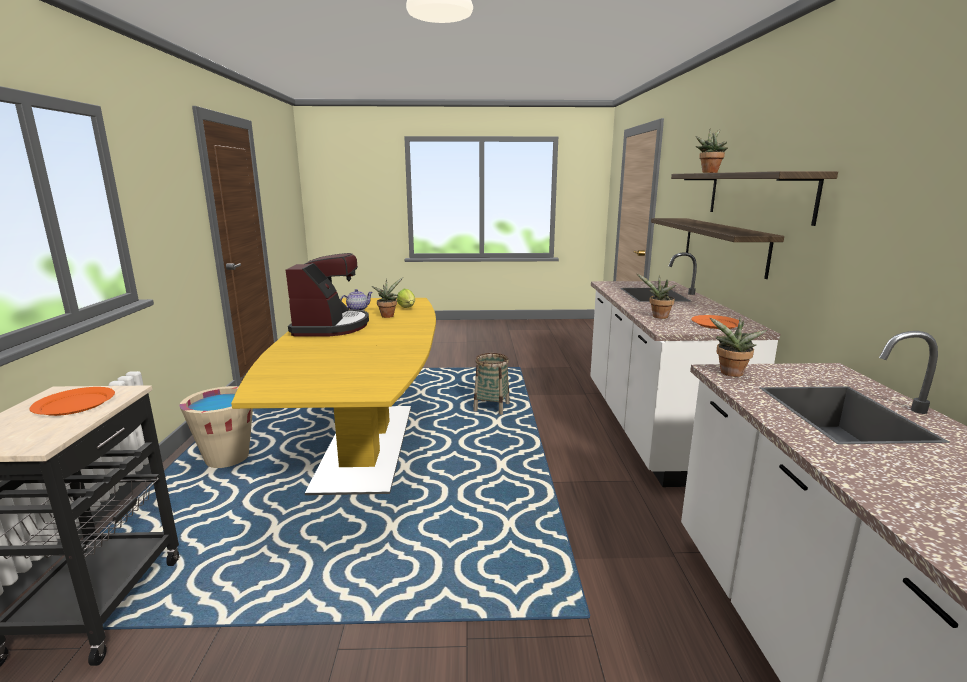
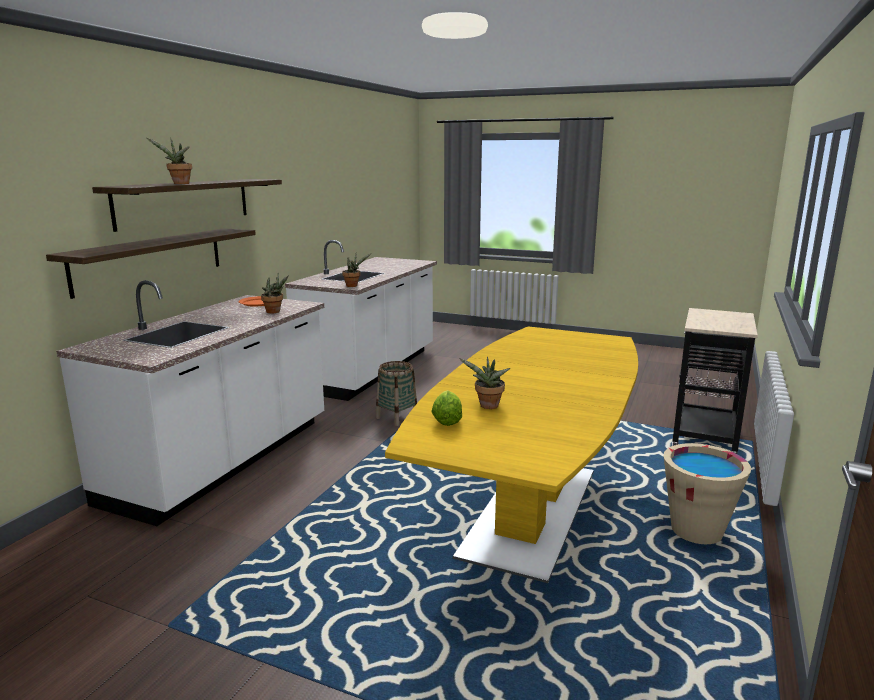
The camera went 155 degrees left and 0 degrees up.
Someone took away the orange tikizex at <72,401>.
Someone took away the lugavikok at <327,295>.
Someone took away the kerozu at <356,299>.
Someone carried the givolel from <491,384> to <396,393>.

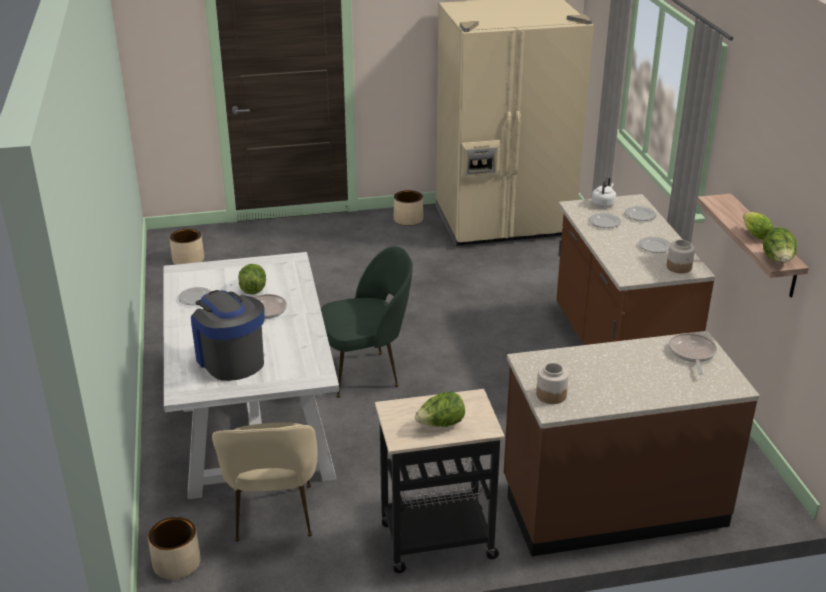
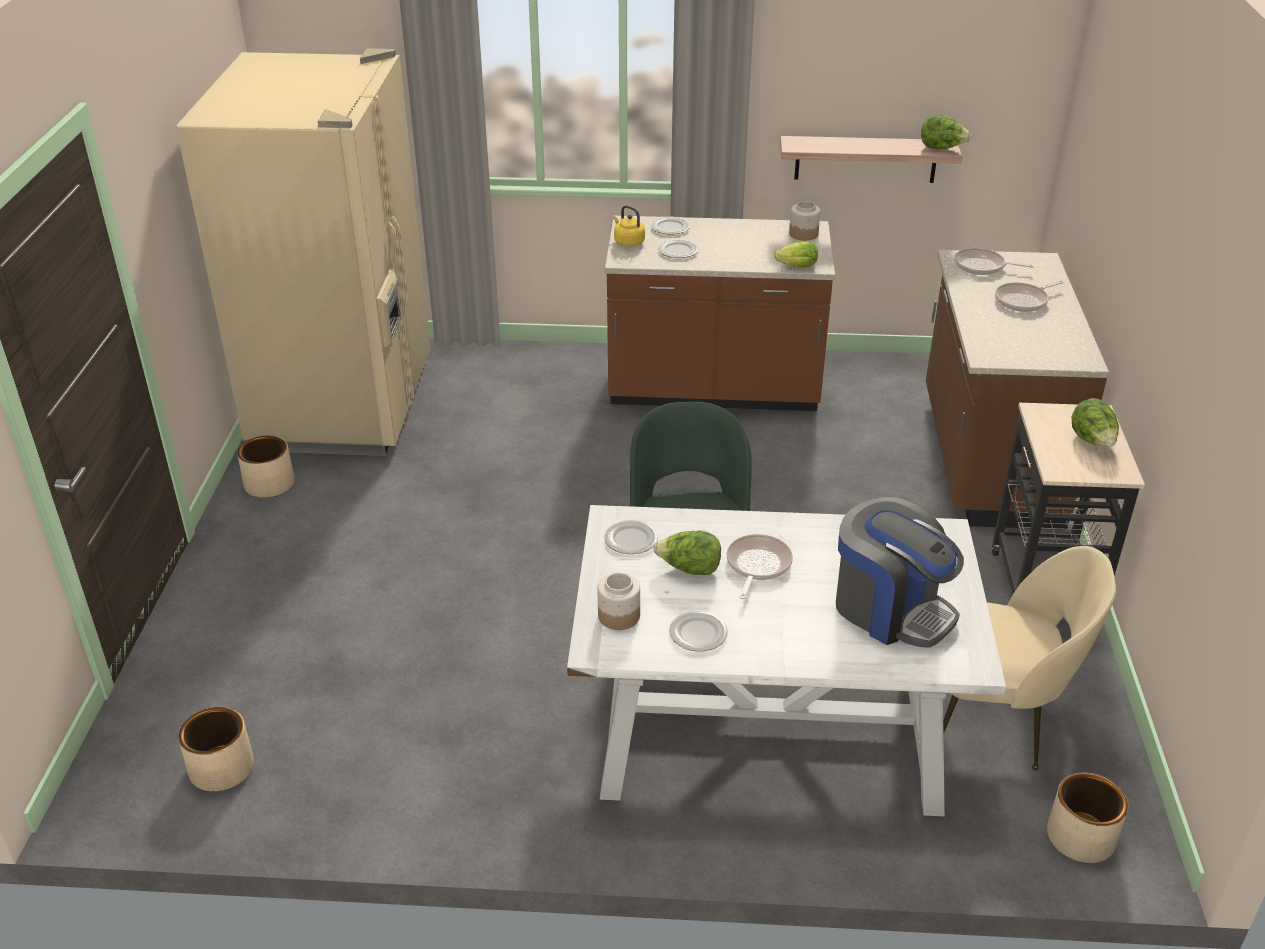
The camera went 75 degrees left and 5 degrees up.
Someone put down the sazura at <1029,296>.
Someone carried the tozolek from <552,383> to <619,601>.
Someone carried the tikizex from <654,245> to <631,537>.
Someone carried the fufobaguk from <758,225> to <796,254>.
Someone repainted the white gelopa at <604,192>, which became the yellow gelopa at <629,226>.
Someone rotated the lugavikok at <228,335> by 120 degrees counterclockwise.

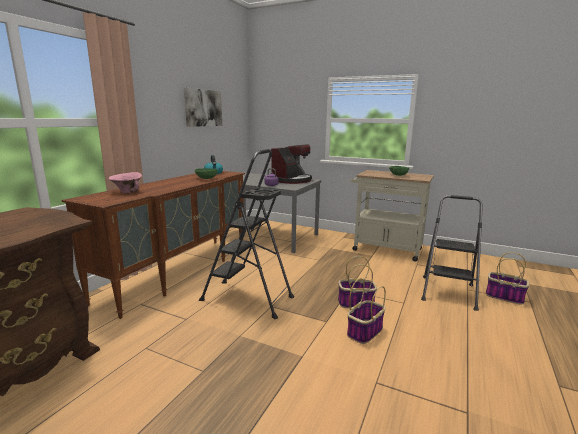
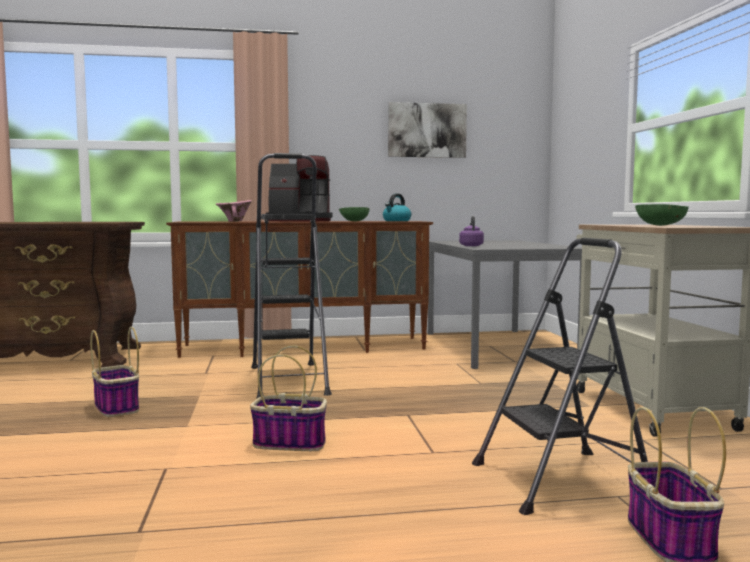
The camera went 55 degrees right and 10 degrees down.
Someone carried the lugavikok from <291,164> to <299,188>.
Someone carried the givolel from <357,282> to <114,372>.

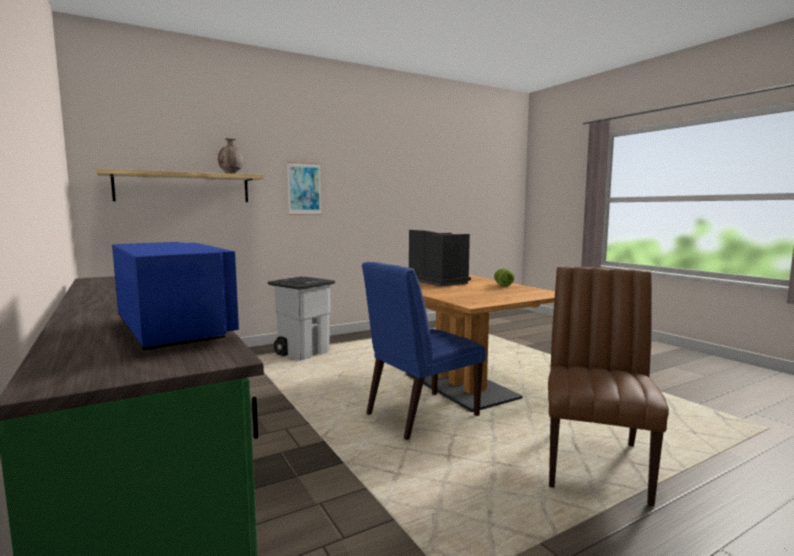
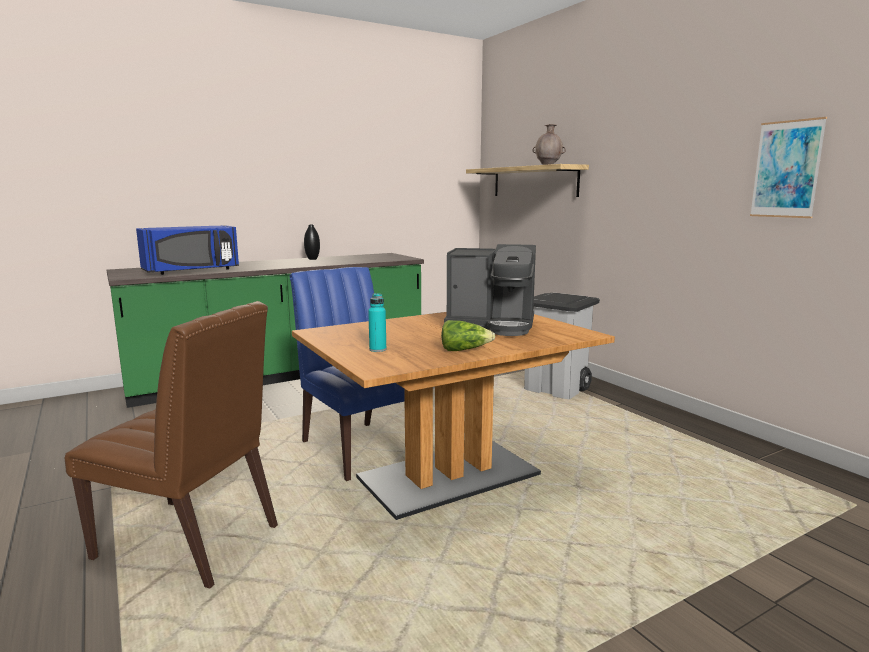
The camera went 90 degrees right and 5 degrees up.
Someone put down the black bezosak at <312,242>.
Someone put down the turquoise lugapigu at <377,322>.
Someone carried the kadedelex from <304,188> to <788,167>.
Someone rotated the lugavikok at <440,258> by 45 degrees clockwise.

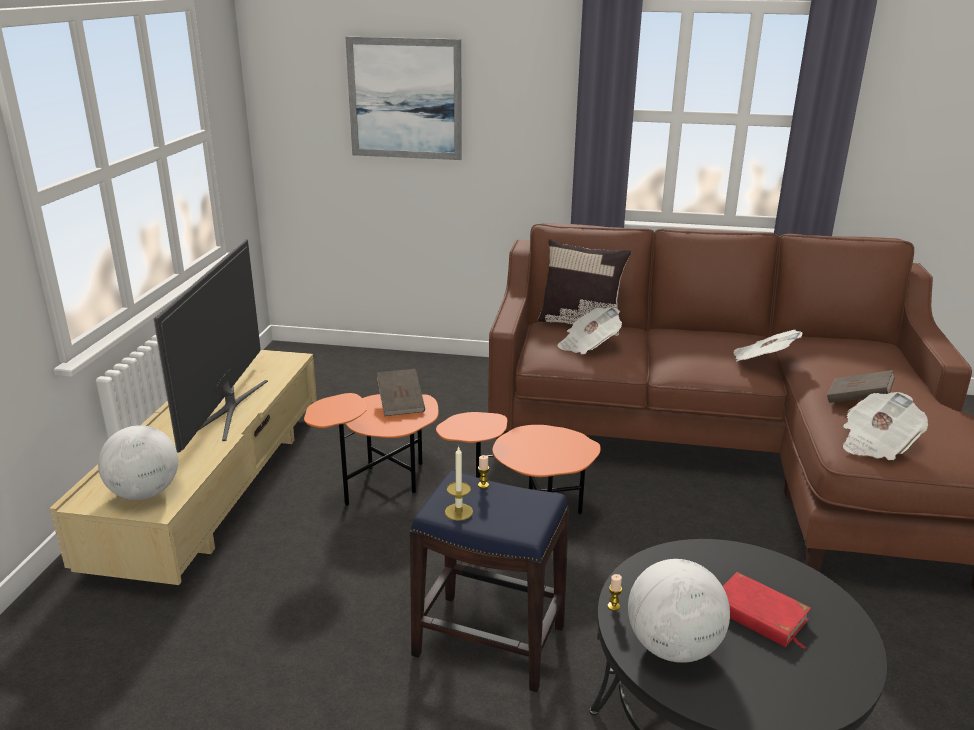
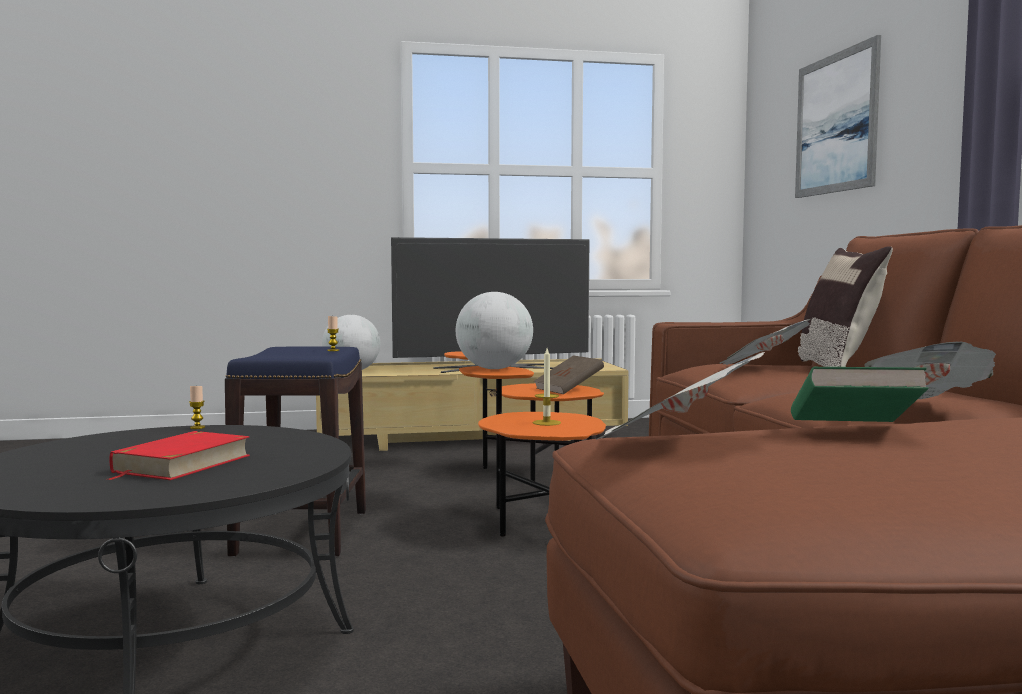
The camera went 70 degrees right and 20 degrees down.
Someone carried the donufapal from <459,483> to <547,387>.
Someone carried the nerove from <679,611> to <494,330>.
Someone repainted the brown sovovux at <861,386>, which became the green sovovux at <860,394>.

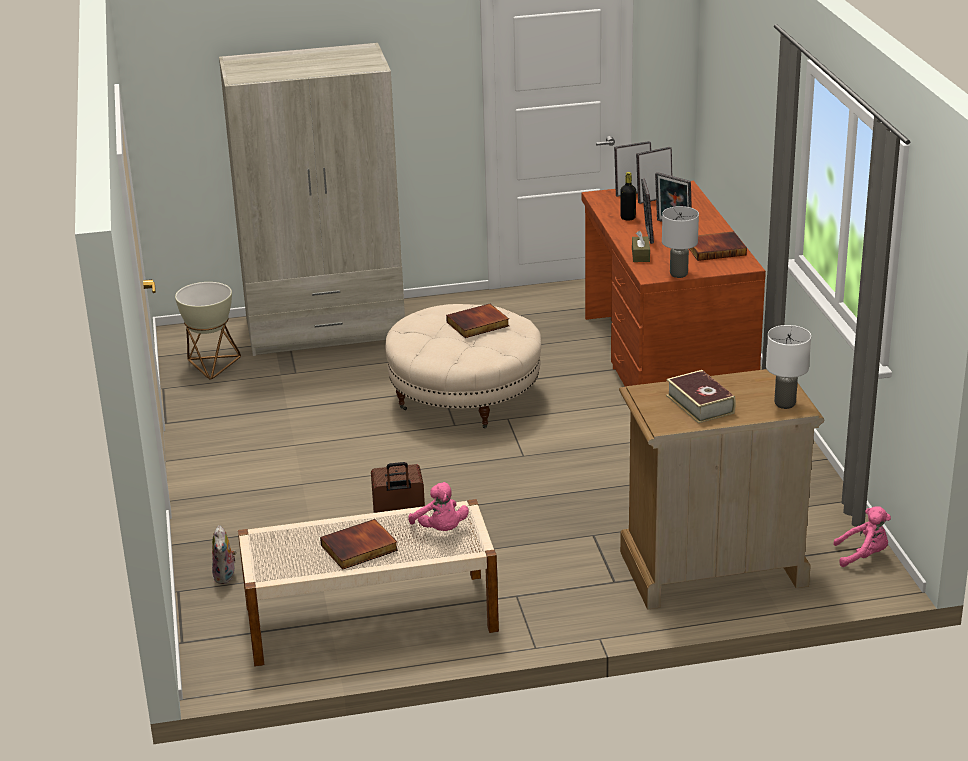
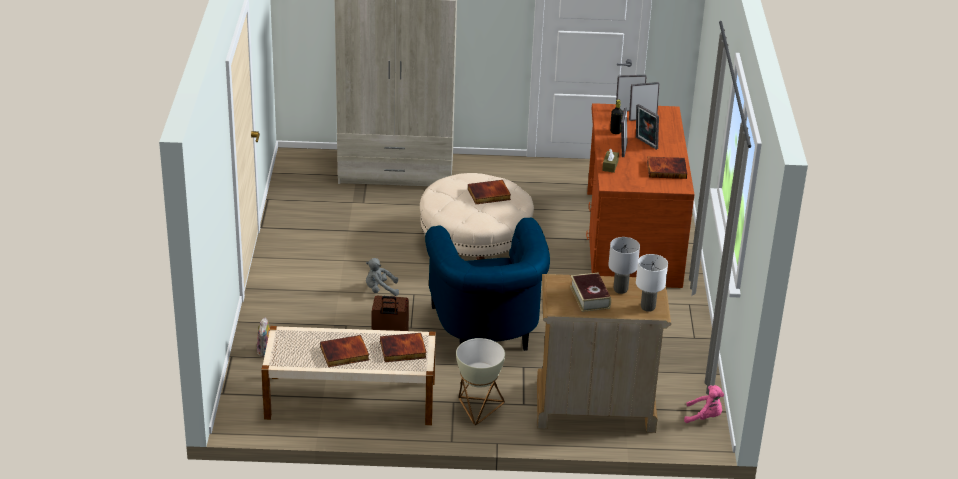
The camera went 10 degrees right and 5 degrees up.
Someone put down the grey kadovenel at <382,277>.
Someone put down the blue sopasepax at <487,284>.
Someone carried the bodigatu from <208,331> to <480,381>.
Someone carried the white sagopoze from <680,242> to <624,265>.
Someone swapped the pink kadovenel at <438,506> for the sovovux at <403,347>.

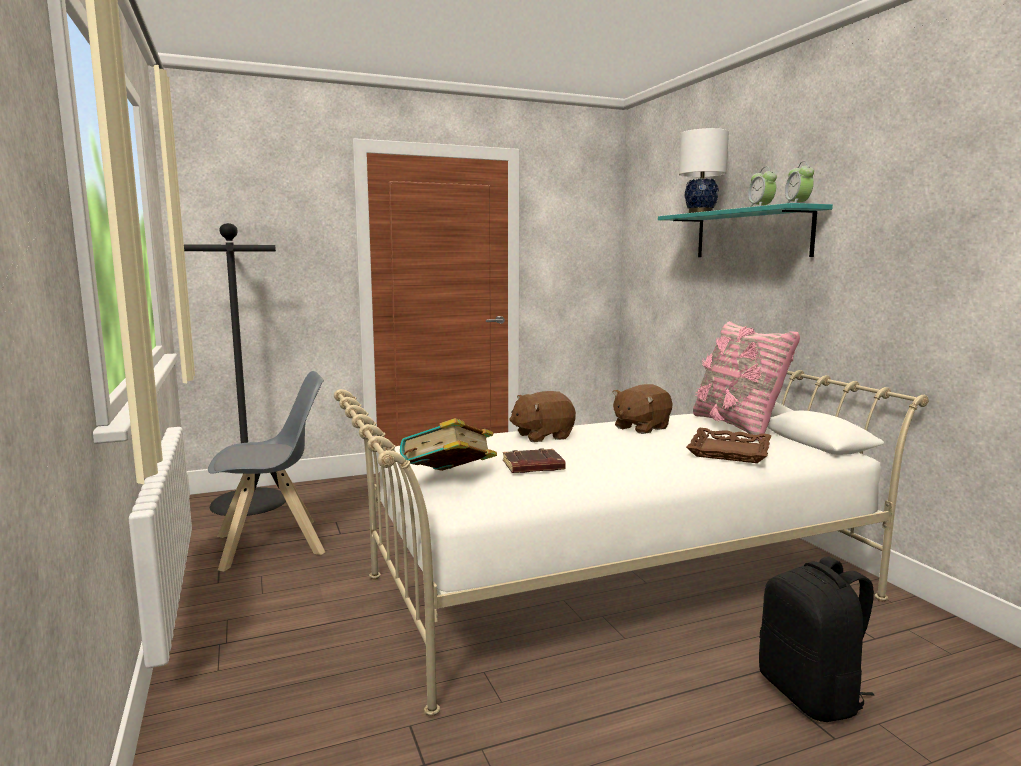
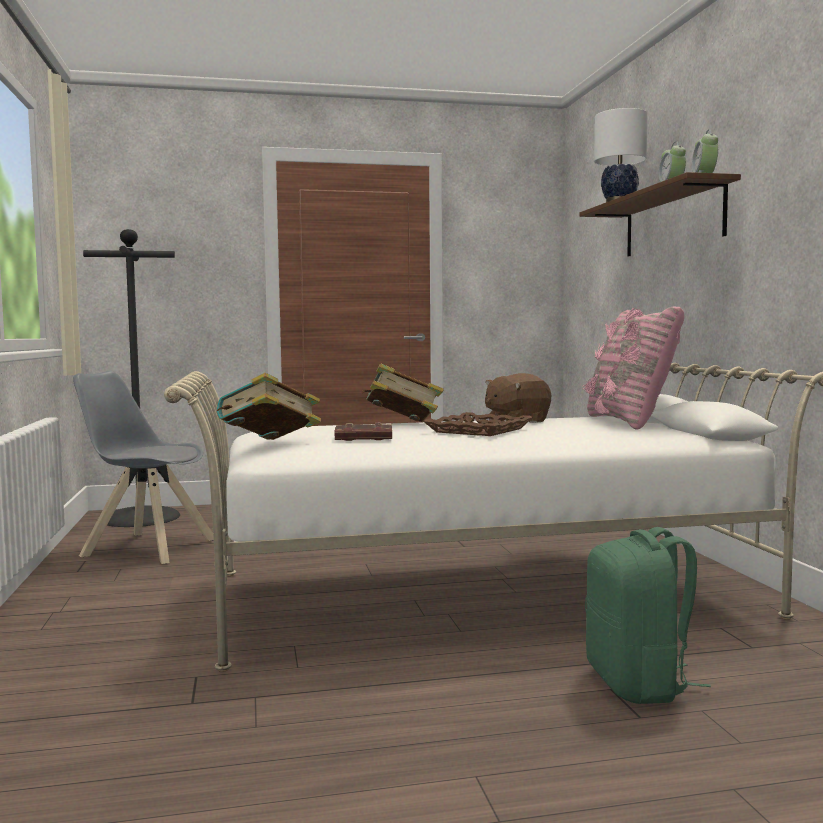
The camera went 10 degrees right and 5 degrees down.
Someone carried the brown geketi from <728,445> to <478,424>.
Someone swapped the brown kadovenel at <542,416> for the sovovux at <402,393>.
Someone repainted the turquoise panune at <745,230>, which became the brown panune at <660,214>.
Someone repainted the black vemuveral at <816,639>, which became the green vemuveral at <648,615>.
Someone rotated the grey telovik at <266,471> by 150 degrees counterclockwise.

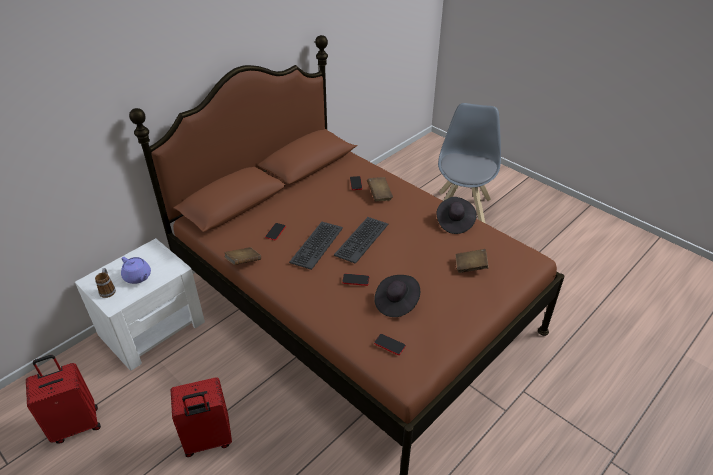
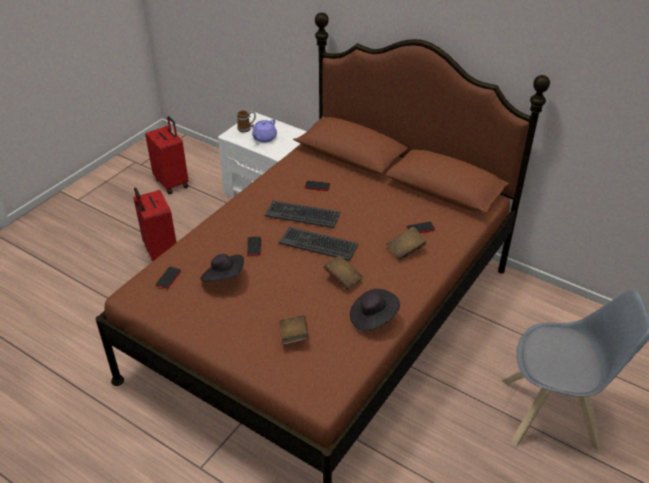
The camera went 80 degrees right and 0 degrees up.
Someone carried the brown sovovux from <242,256> to <343,272>.

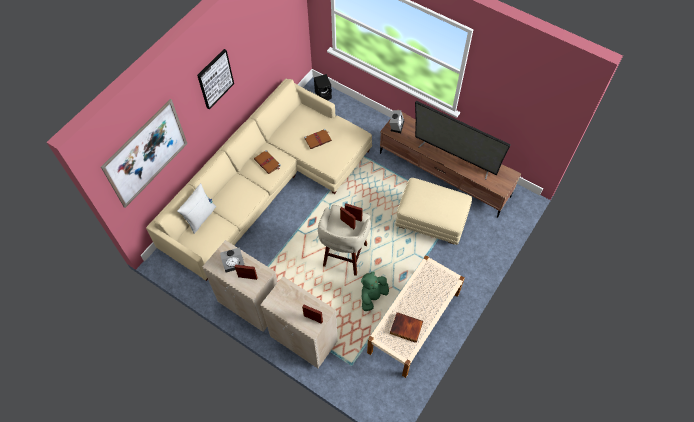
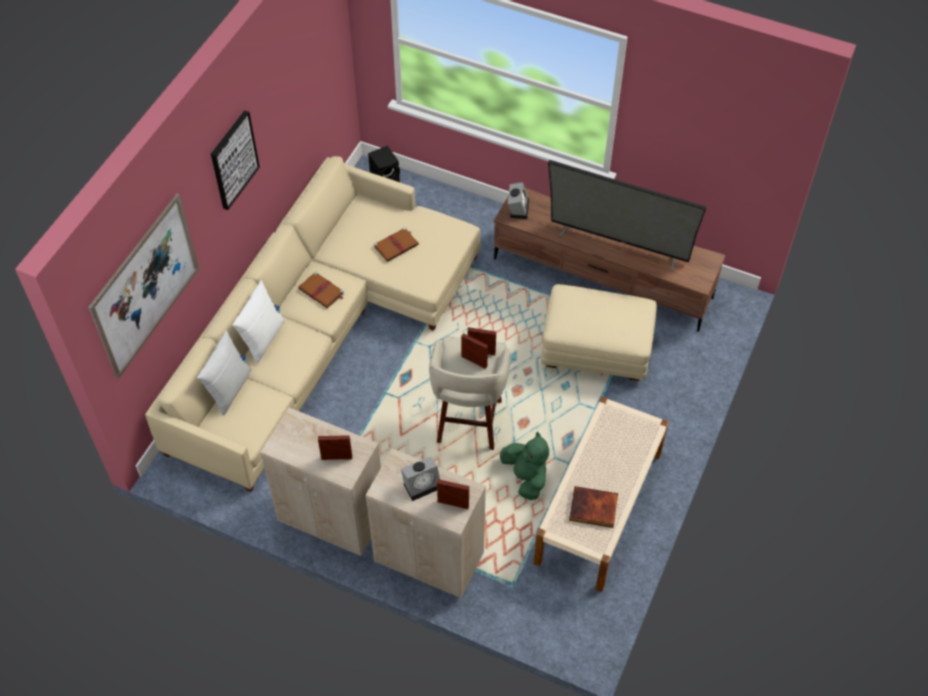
The camera went 10 degrees left and 5 degrees down.
Someone put down the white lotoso at <258,322>.
Someone carried the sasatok from <232,259> to <420,478>.
Someone rotated the green kadovenel at <375,291> by 120 degrees clockwise.

